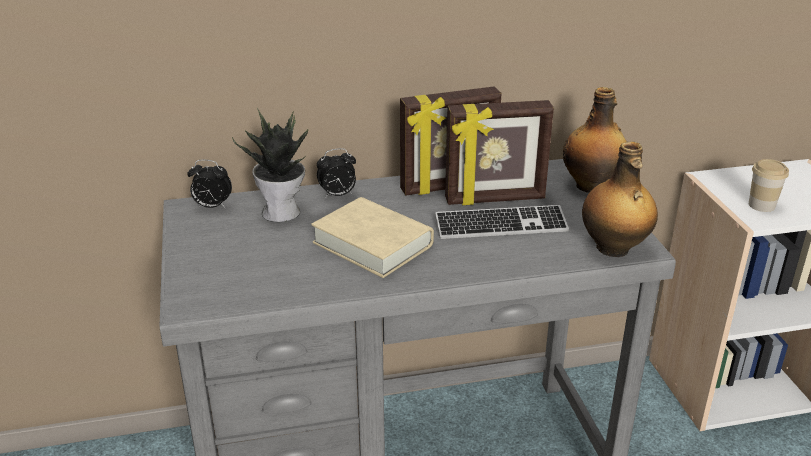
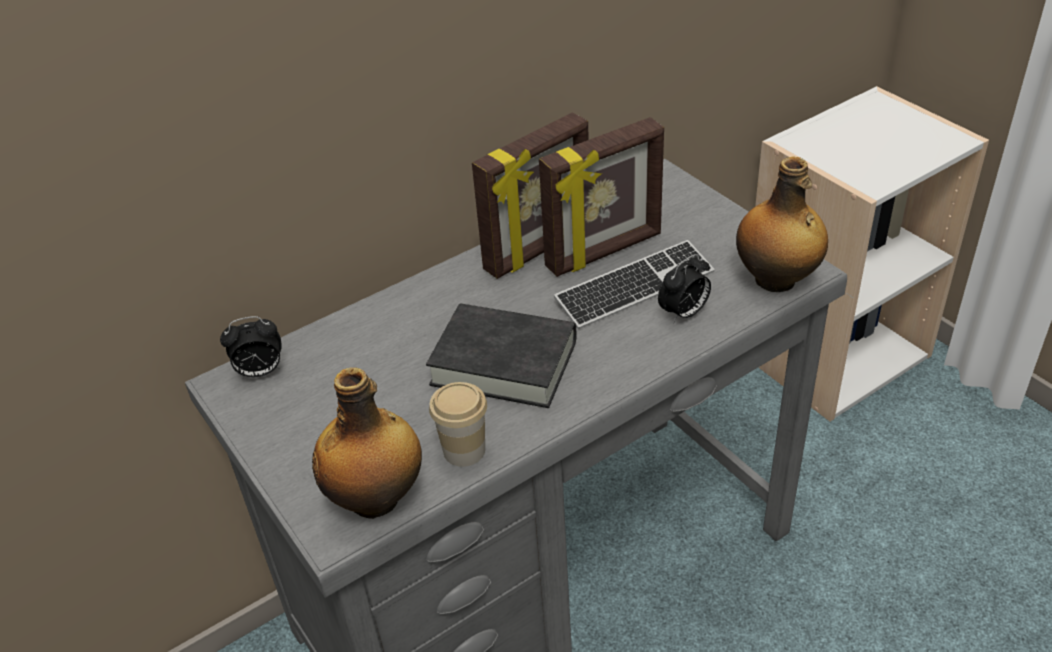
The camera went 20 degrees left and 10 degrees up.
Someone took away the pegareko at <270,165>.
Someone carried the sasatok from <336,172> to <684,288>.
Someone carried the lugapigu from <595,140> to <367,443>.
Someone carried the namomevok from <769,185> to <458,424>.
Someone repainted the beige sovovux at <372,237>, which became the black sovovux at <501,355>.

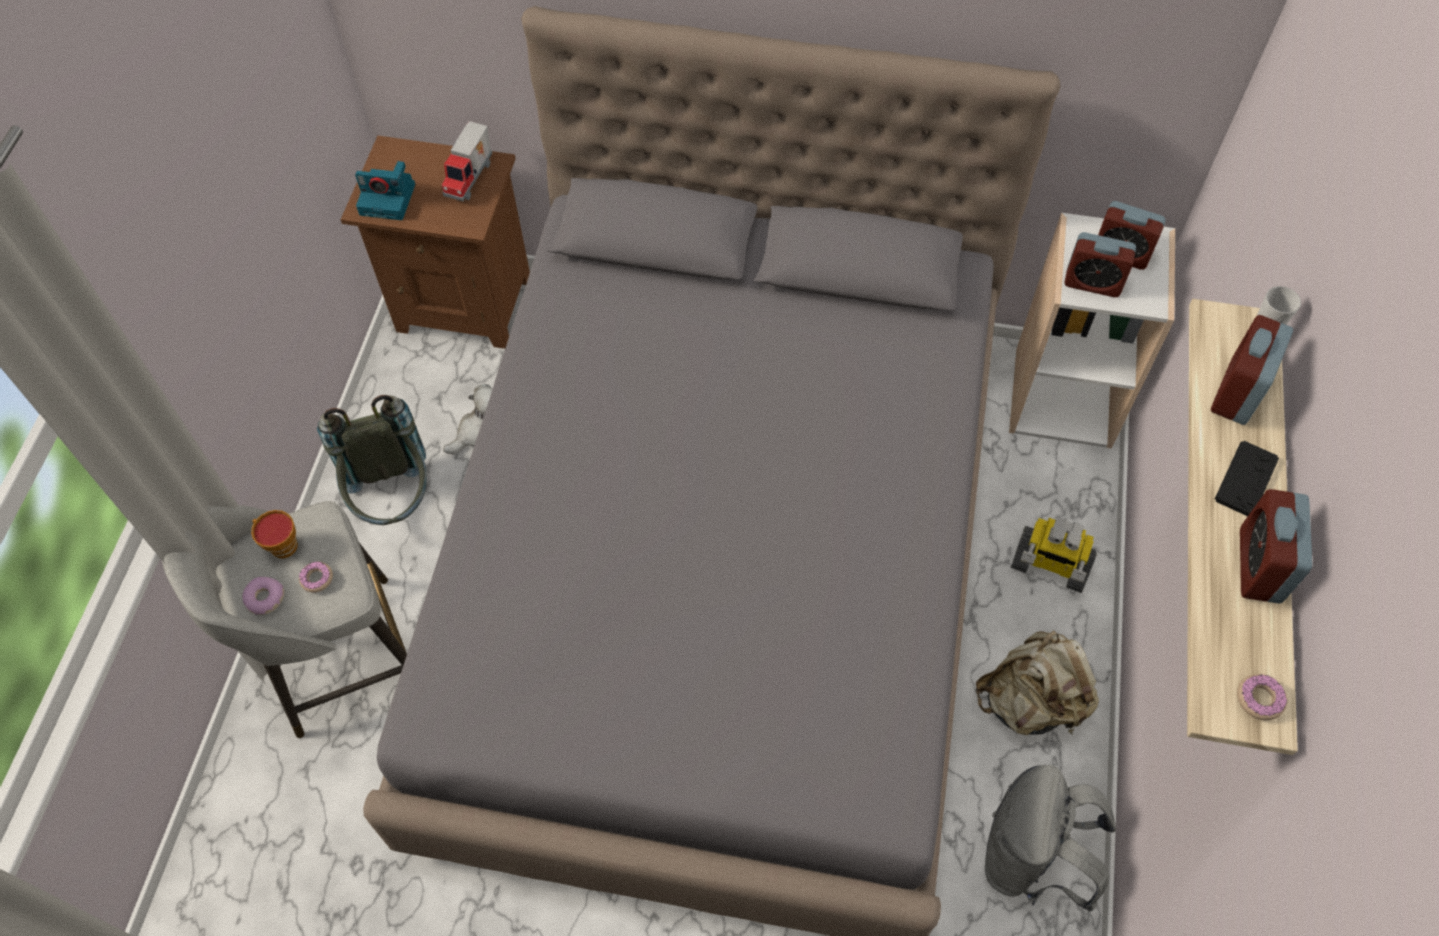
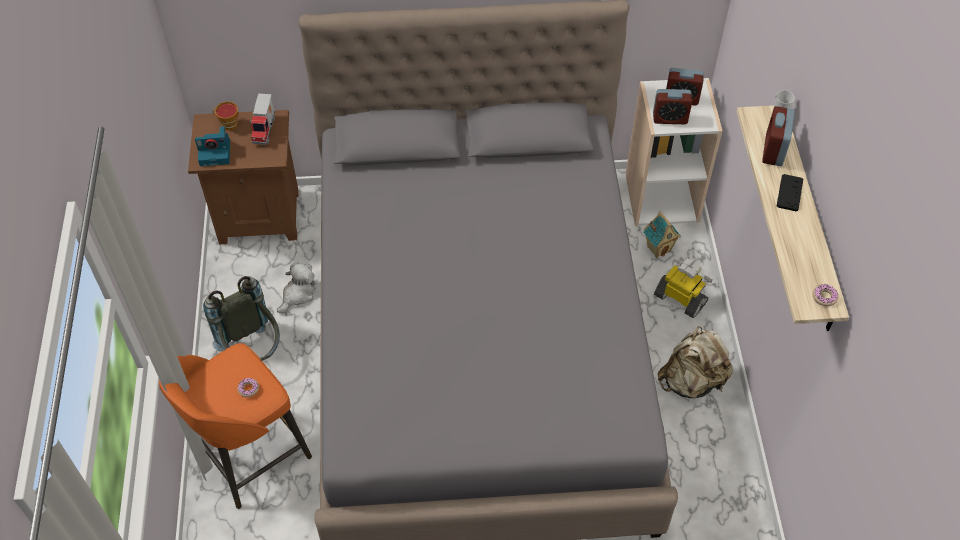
The camera went 15 degrees left and 5 degrees down.
Someone took away the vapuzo at <263,596>.
Someone took away the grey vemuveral at <1050,838>.
Someone took away the sasatok at <1276,546>.
Someone put down the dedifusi at <662,234>.
Someone carried the namomevok from <274,534> to <225,116>.
Someone repainted the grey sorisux at <284,619>, which became the orange sorisux at <235,426>.
Someone rotated the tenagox at <1054,555> by 150 degrees counterclockwise.

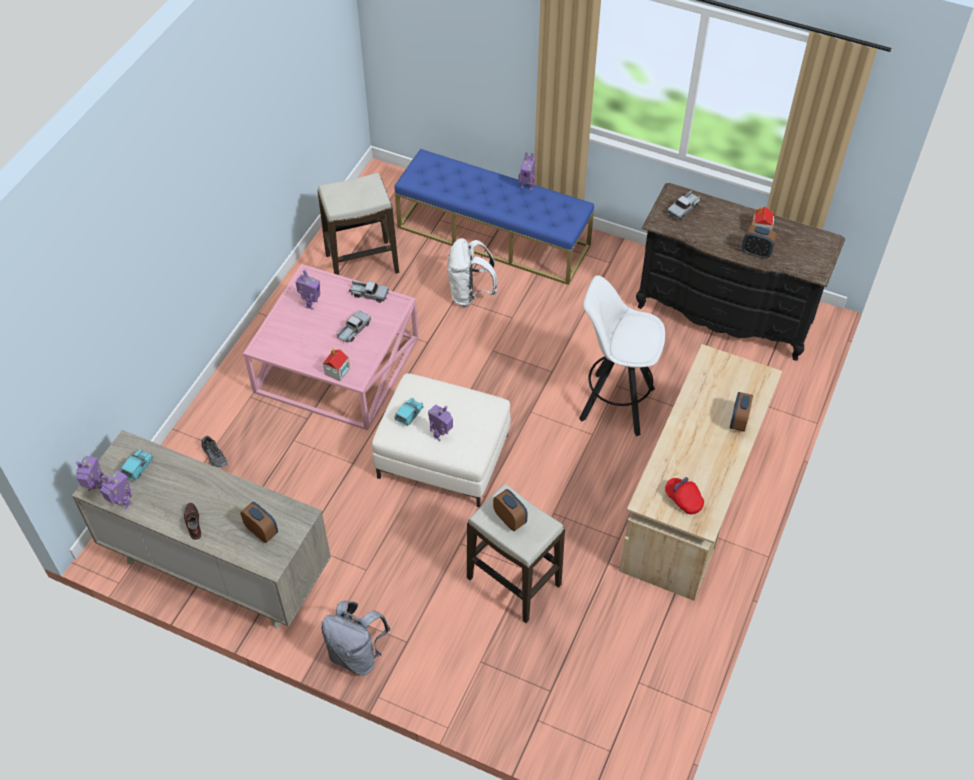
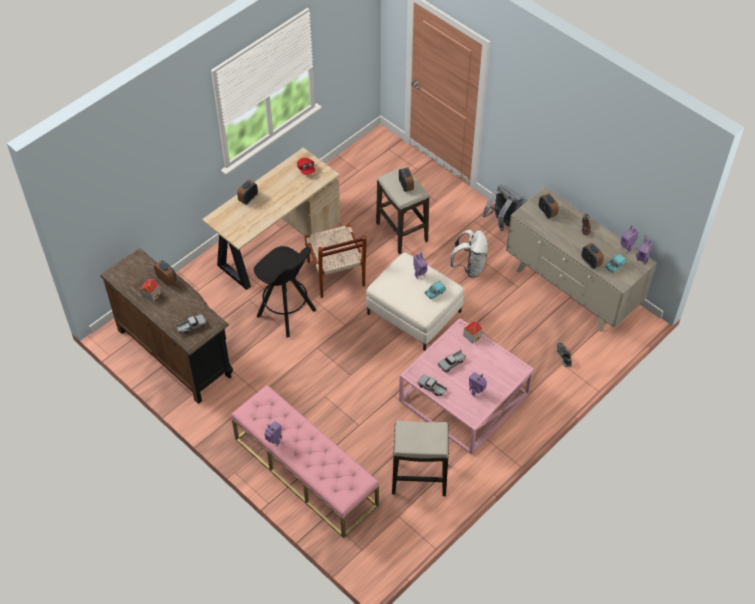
The camera went 160 degrees left and 0 degrees up.
Someone put down the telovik at <336,261>.
Someone put down the sasatok at <592,256>.
Someone carried the white vemuveral from <472,272> to <469,254>.
Someone repainted the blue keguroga at <494,217>, which became the pink keguroga at <305,461>.
Someone repainted the white sorisux at <622,355>, which became the black sorisux at <285,291>.

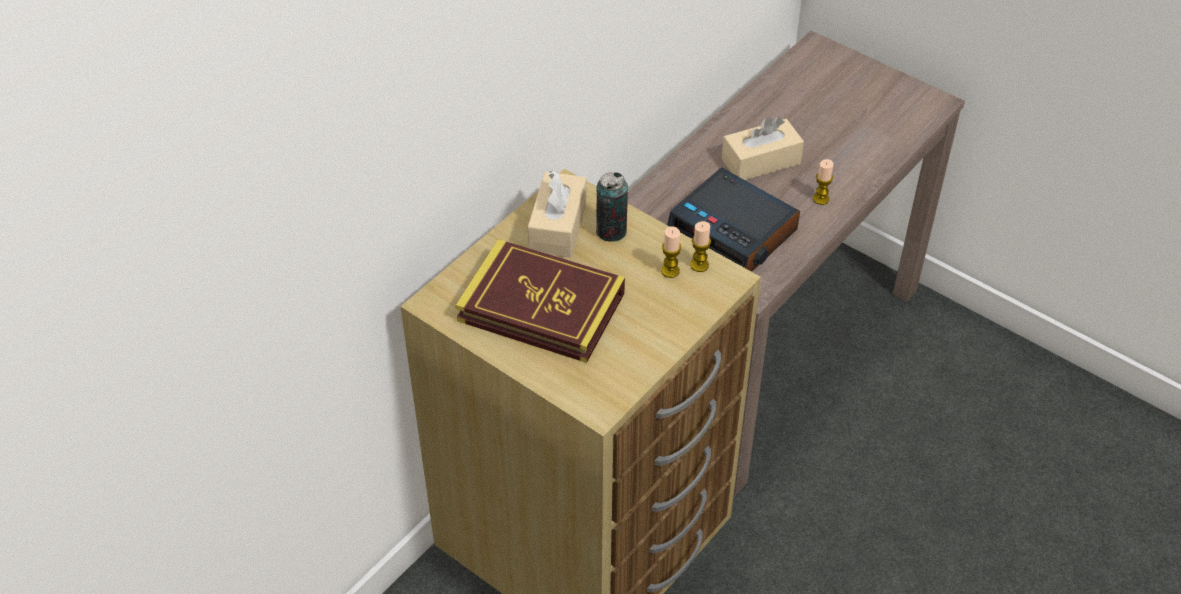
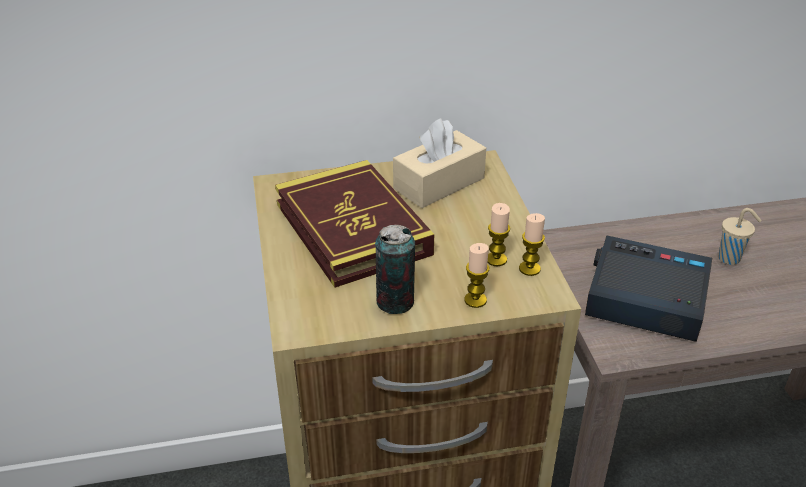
The camera went 40 degrees right and 10 degrees down.
Someone carried the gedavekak from <612,207> to <395,269>.
Someone carried the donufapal from <823,182> to <477,275>.
Someone swapped the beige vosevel at <763,148> for the beige namomevok at <740,236>.
Someone rotated the sasatok at <733,220> by 120 degrees clockwise.

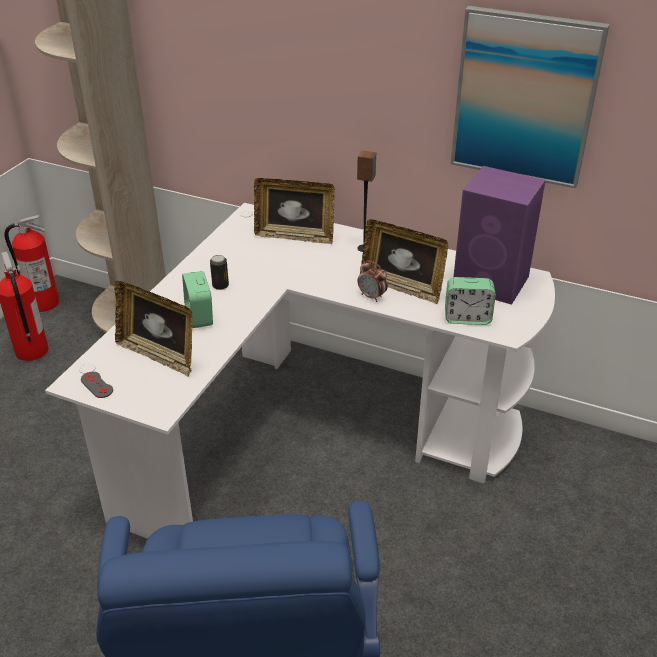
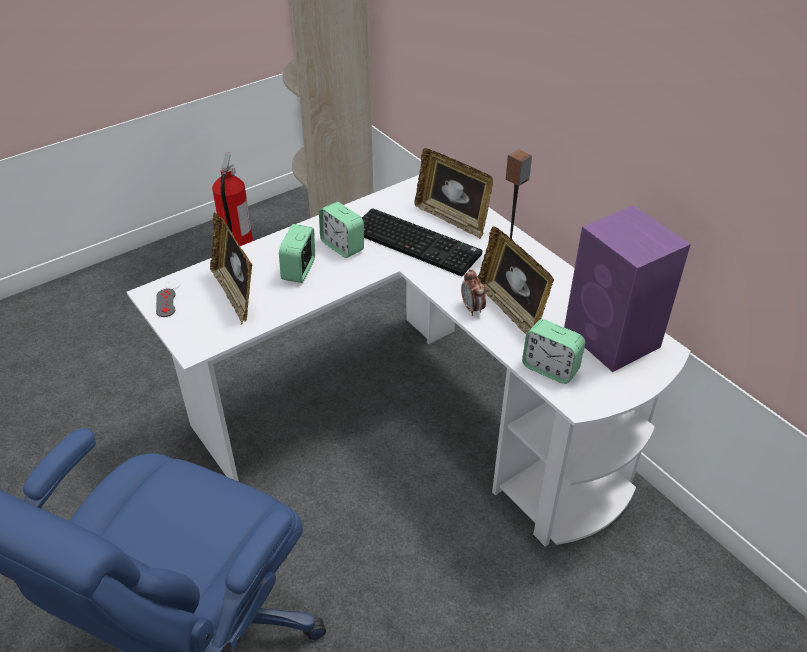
The camera went 30 degrees right and 5 degrees up.
Someone took away the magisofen at <31,263>.
Someone took away the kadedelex at <530,97>.
Someone put down the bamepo at <422,242>.
Someone swapped the gedavekak at <219,272> for the sasatok at <341,230>.

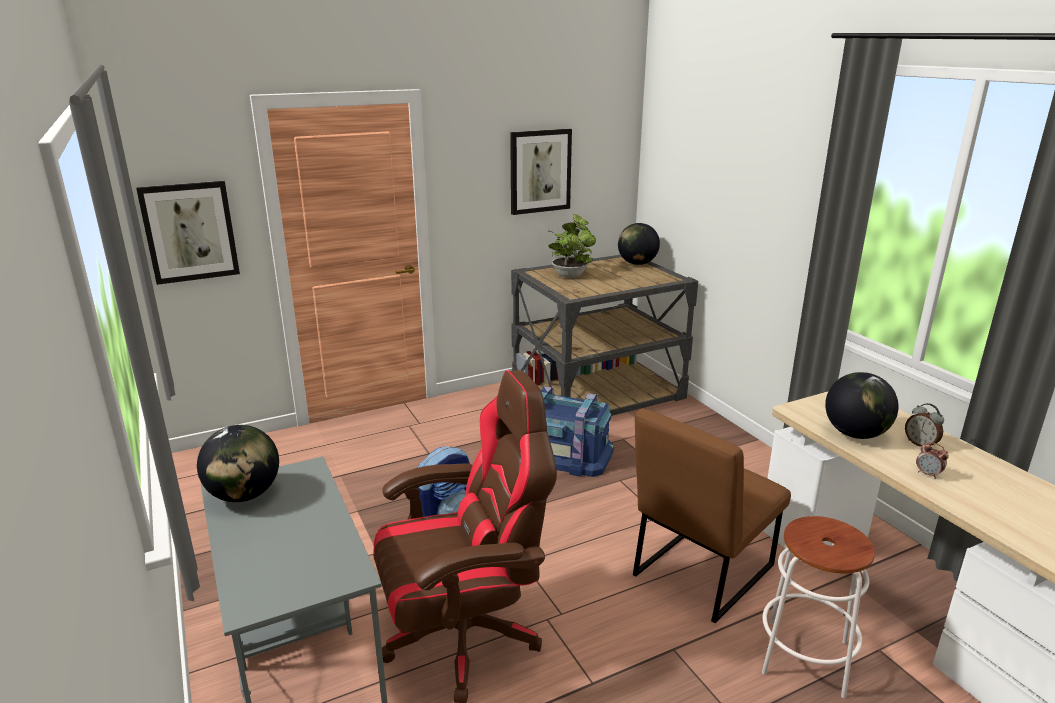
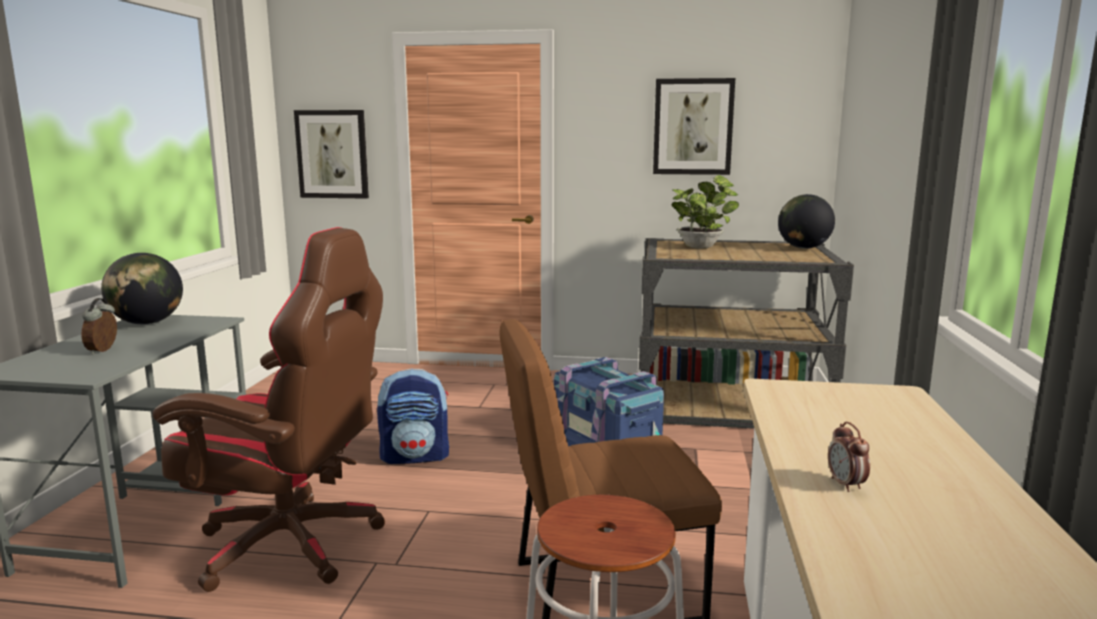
The camera went 35 degrees right and 10 degrees down.
Someone took away the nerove at <862,405>.
Someone carried the sasatok from <924,425> to <99,326>.

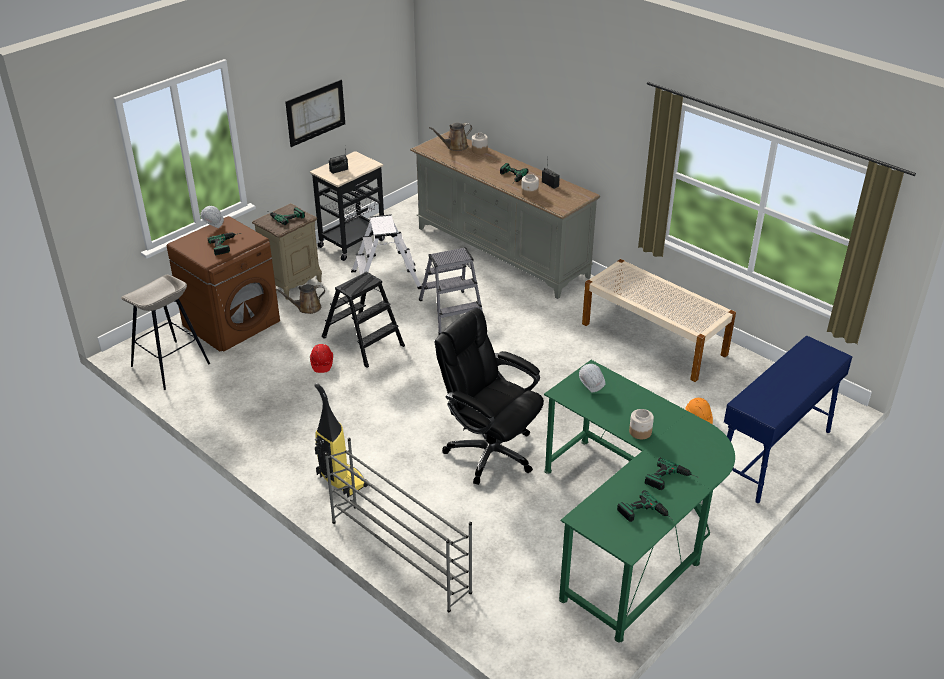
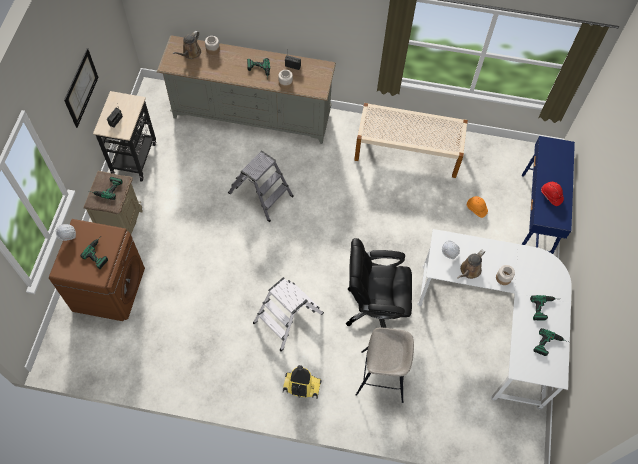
The camera went 35 degrees left and 25 degrees up.
Someone took away the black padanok at <363,319>.
Someone took away the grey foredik at <398,525>.
Someone carried the grey sorisux from <165,332> to <385,365>.
Someone carried the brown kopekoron from <300,299> to <471,264>.
Someone carried the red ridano from <321,358> to <552,194>.
Someone carried the white padanok from <386,251> to <288,314>.
Someone repainted the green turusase at <639,501>, which became the white turusase at <494,319>.

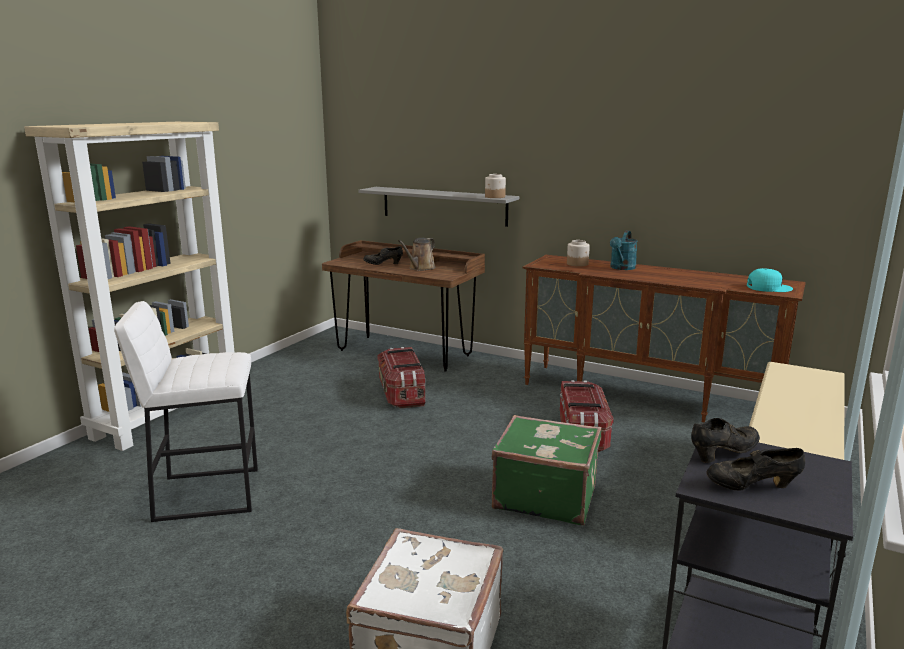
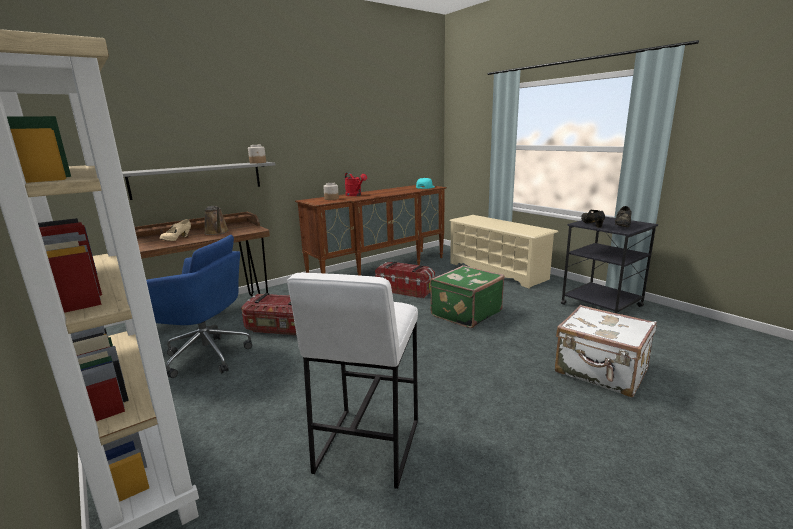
The camera went 65 degrees left and 0 degrees up.
Someone put down the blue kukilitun at <199,306>.
Someone repainted the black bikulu at <383,255>, which became the beige bikulu at <175,230>.
Someone repainted the turquoise kopekoron at <623,250>, which became the red kopekoron at <356,184>.

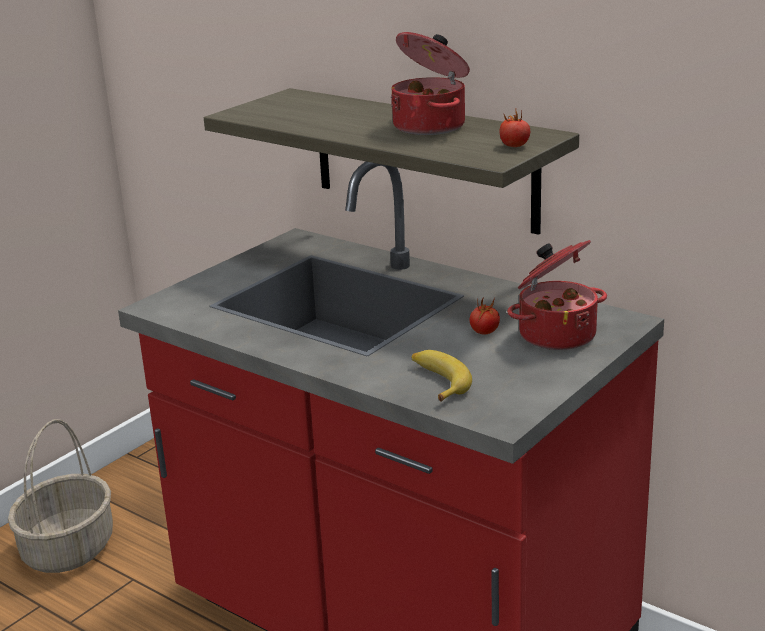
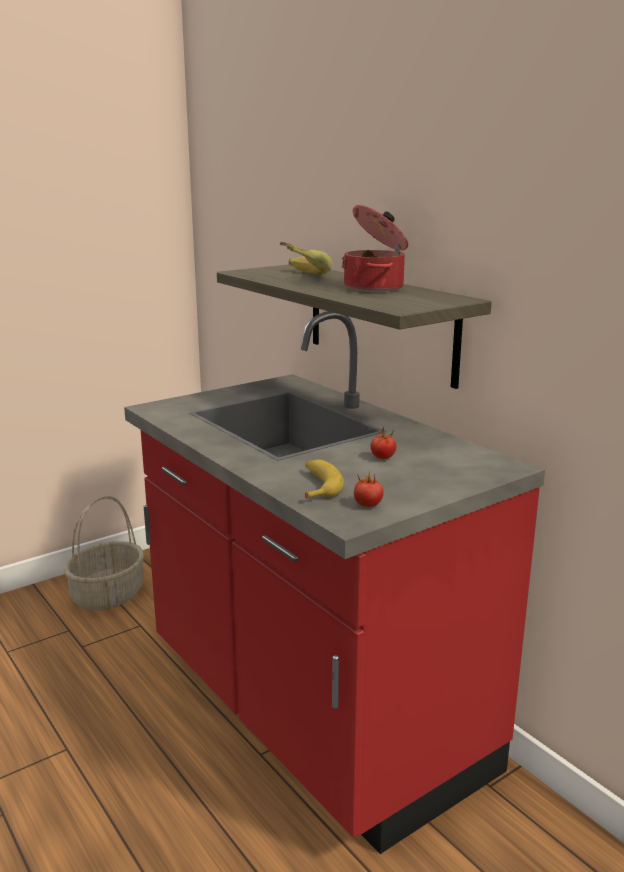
The camera went 15 degrees right and 5 degrees down.
Someone took away the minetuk at <557,295>.
Someone put down the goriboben at <305,258>.
Someone carried the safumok from <515,129> to <369,488>.

